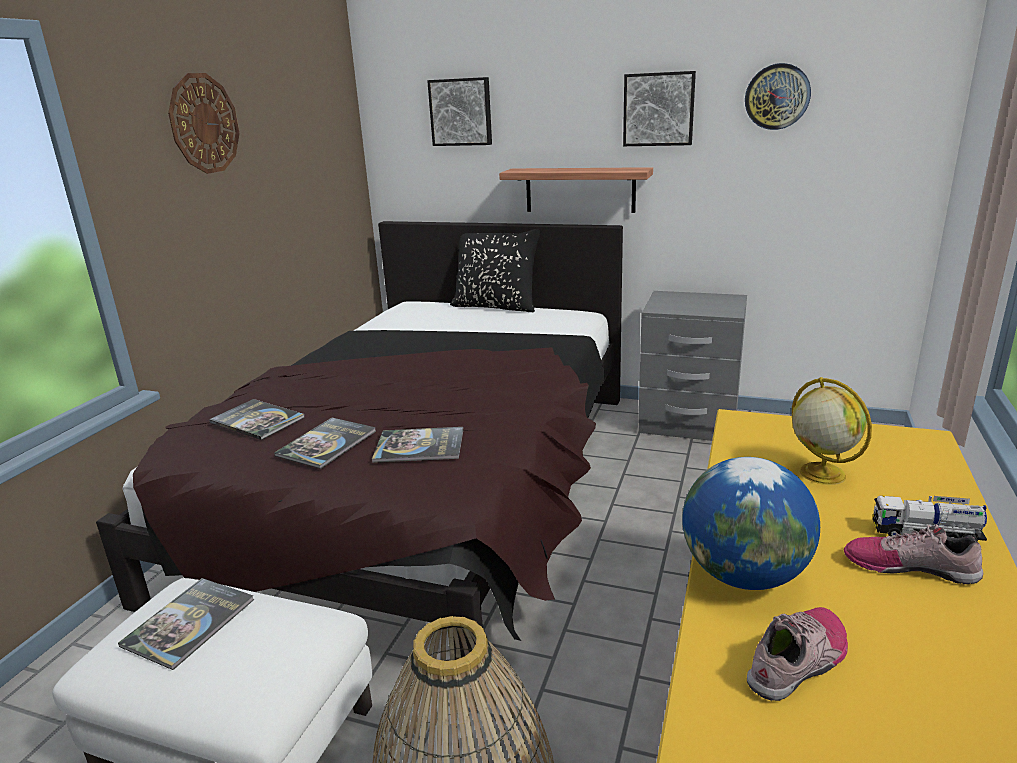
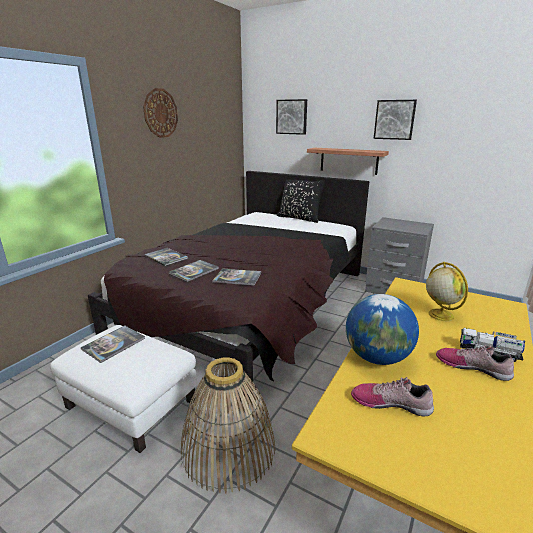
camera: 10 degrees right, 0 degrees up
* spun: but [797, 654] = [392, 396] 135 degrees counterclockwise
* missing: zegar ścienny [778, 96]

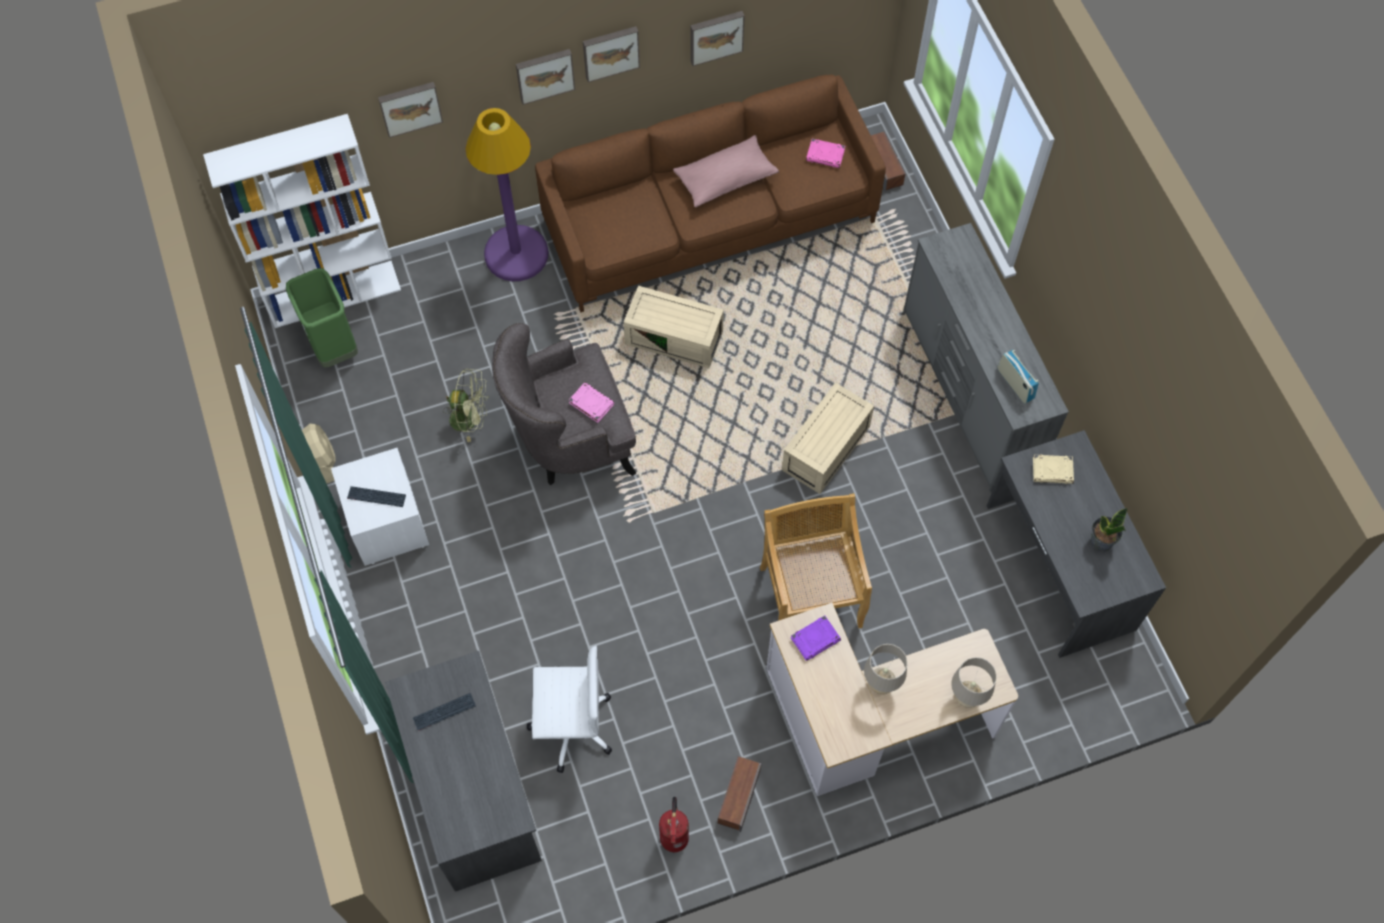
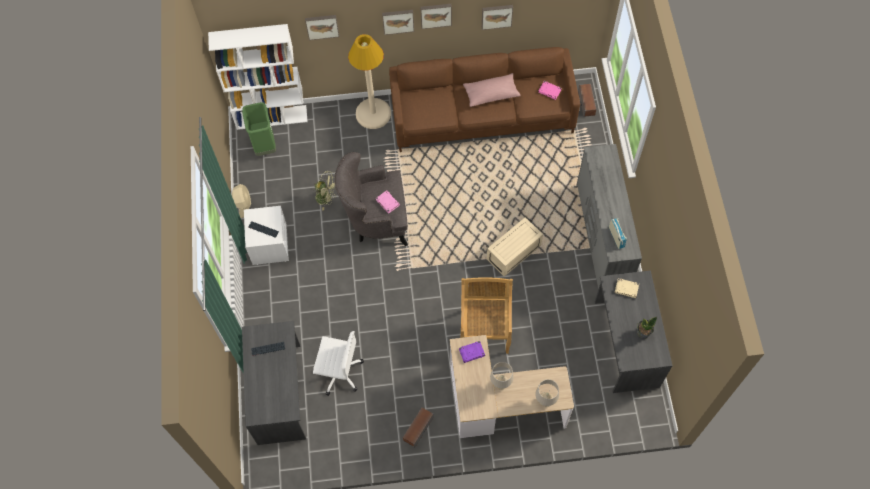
camera: 15 degrees right, 0 degrees up
* colour: lampa stojąca/fioletowy [506, 194] to lampa stojąca/beżowy [369, 81]
* missing: pojemnik do przechowywania/beżowy [674, 326]
* missing: gaśnica [674, 824]

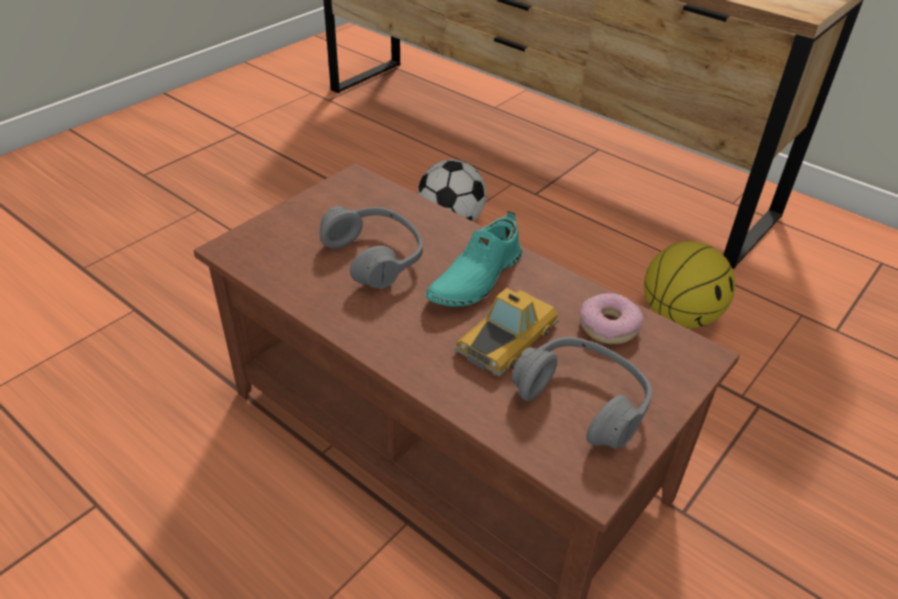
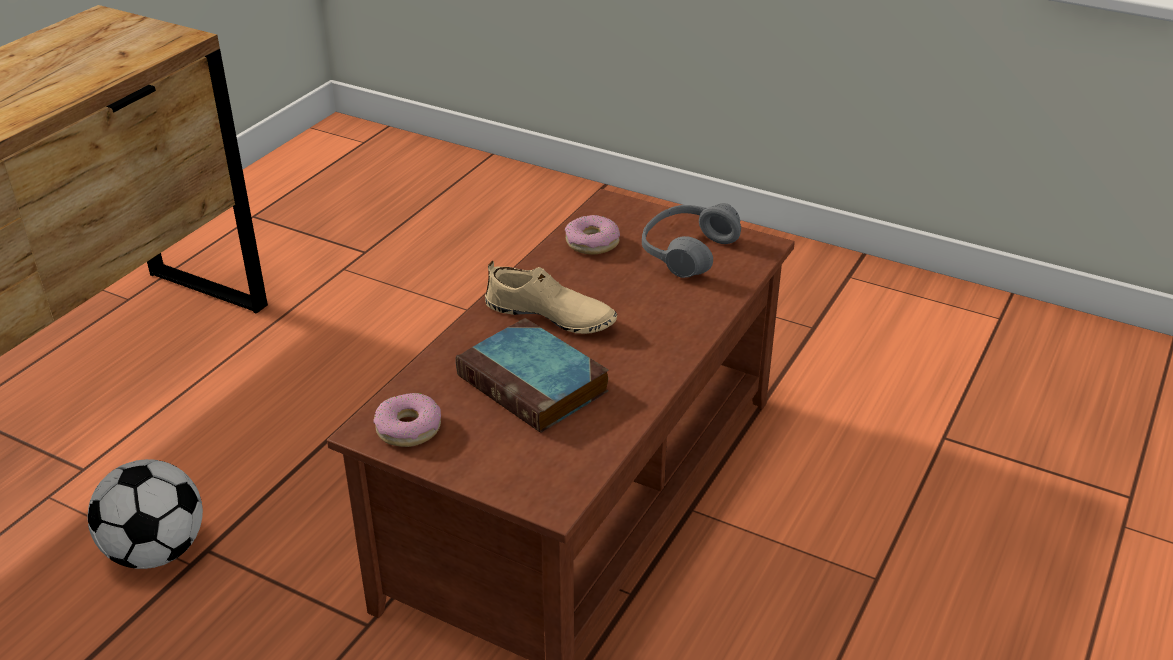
camera: 100 degrees left, 5 degrees down
* appeared: donut [407, 420]
* exchanged: słuchawki/szary [371, 247] to książka [532, 375]
* colour: but/turkusowy [473, 259] to but/beżowy [551, 297]
* missing: samochodzik [506, 332]
* missing: piłka do koszykówki [689, 285]

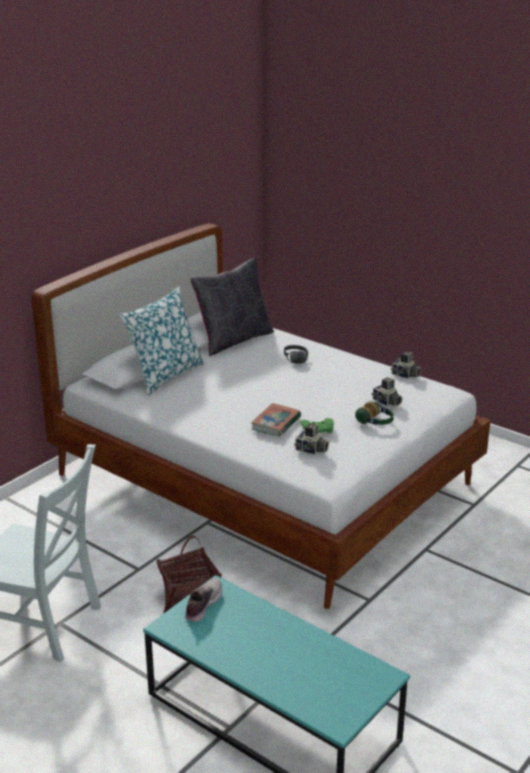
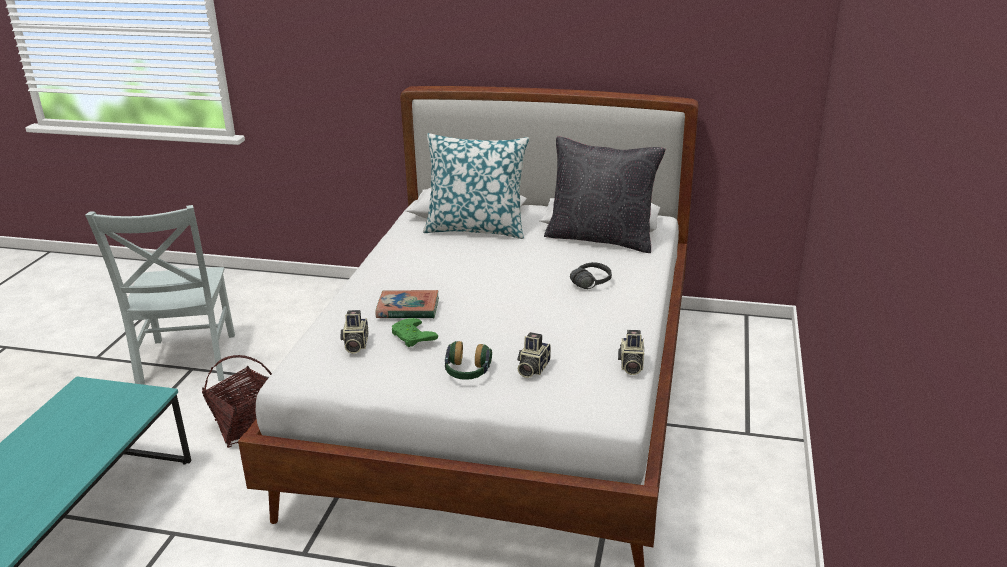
camera: 65 degrees right, 0 degrees up
* missing: but [203, 600]

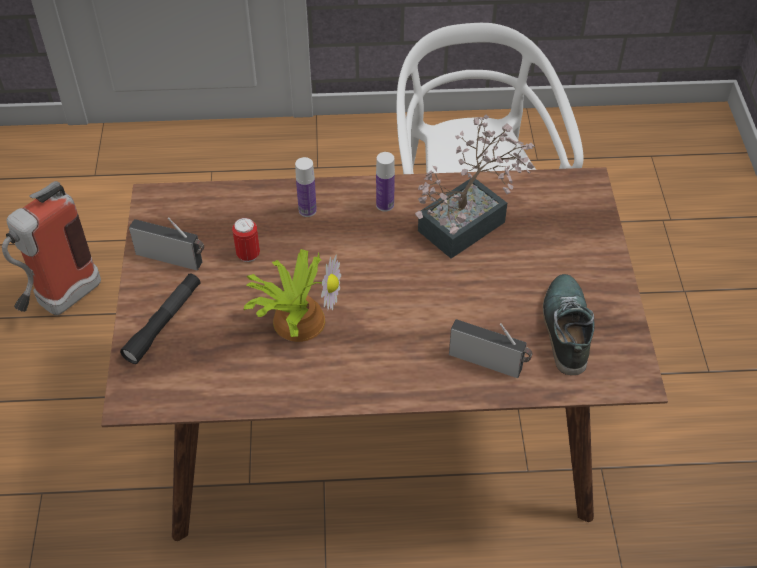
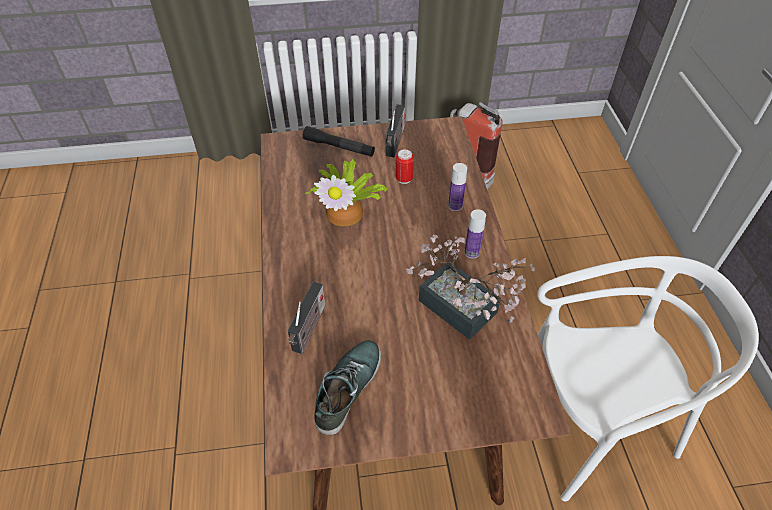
camera: 85 degrees right, 0 degrees up
* spun: but [569, 324] = [347, 387] 60 degrees counterclockwise

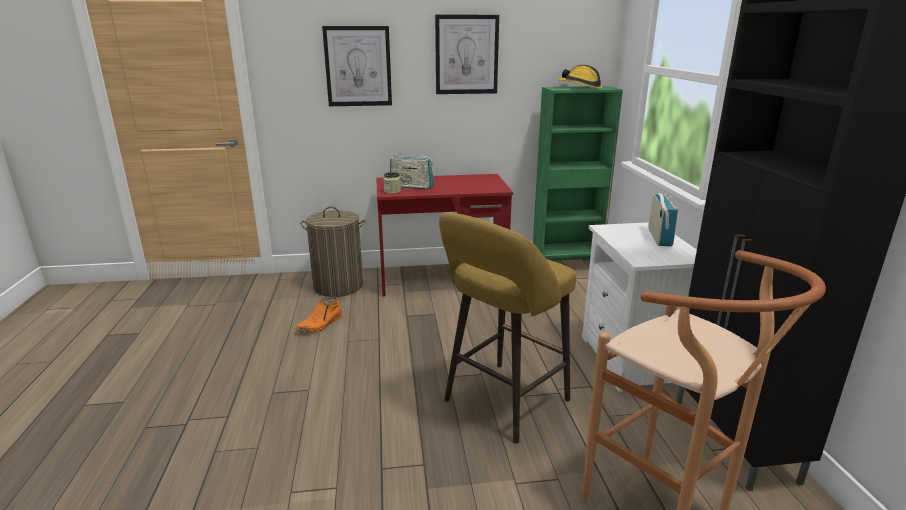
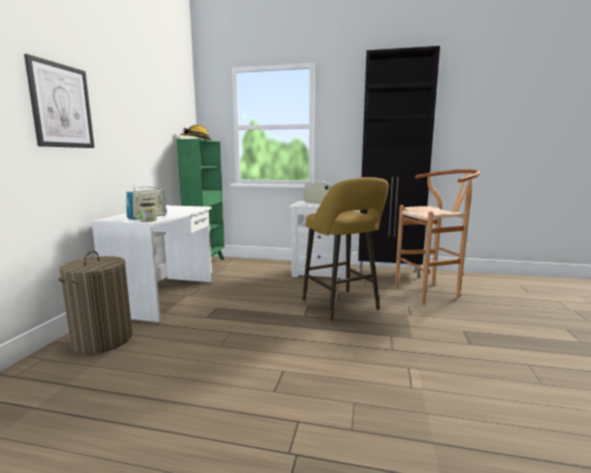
camera: 70 degrees left, 10 degrees down
* colour: biurko/czerwony [445, 235] to biurko/biały [151, 263]
* missing: but z cholewką/pomarańczowy [318, 314]
* missing: obraz [467, 54]

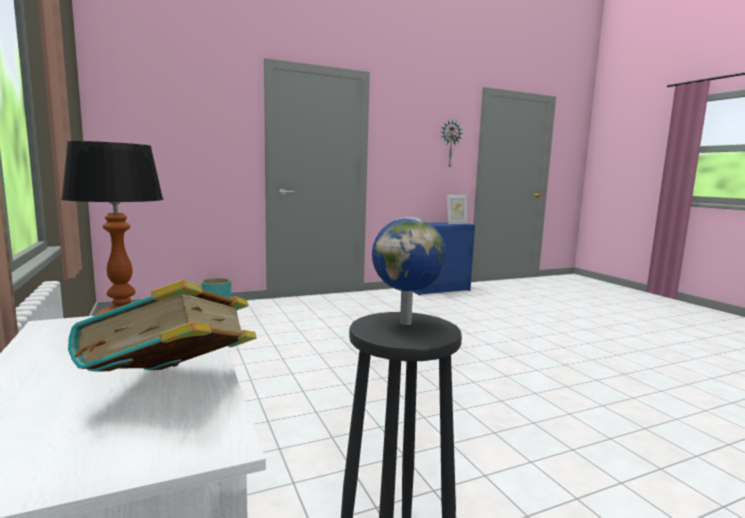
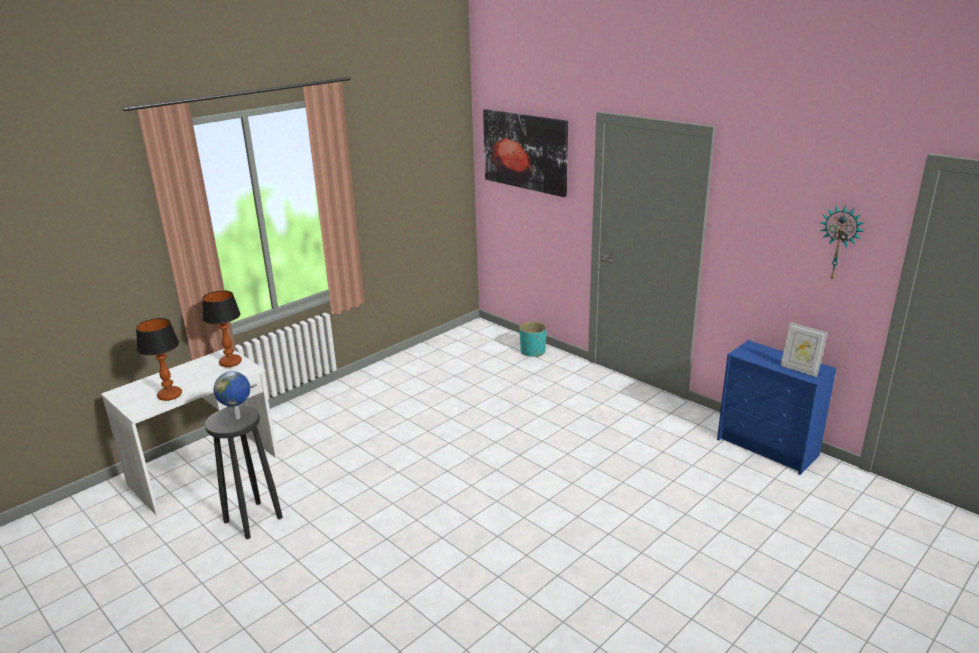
camera: 70 degrees right, 15 degrees up
* exchanged: książka [162, 326] to lampa stołowa [159, 359]
* appeared: obraz [525, 153]

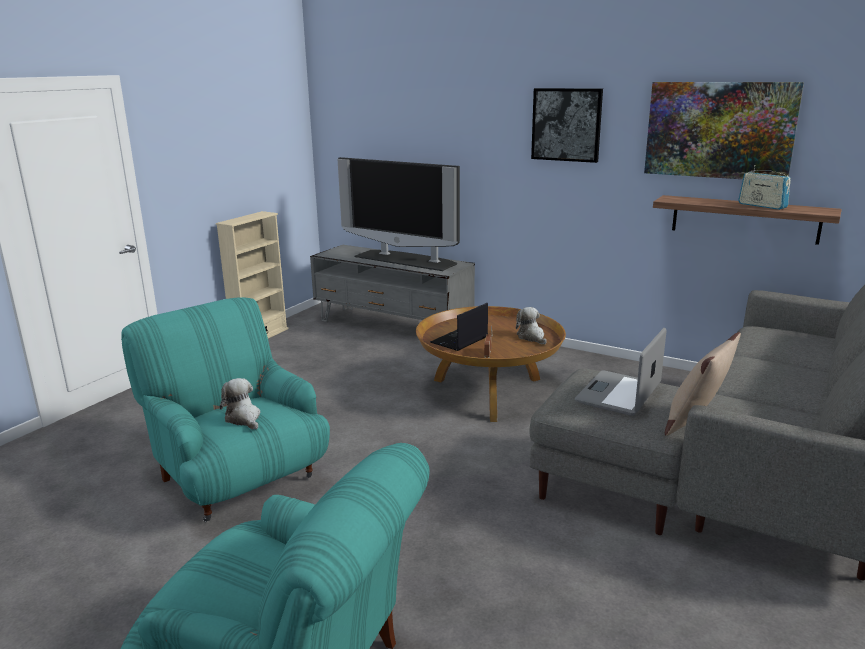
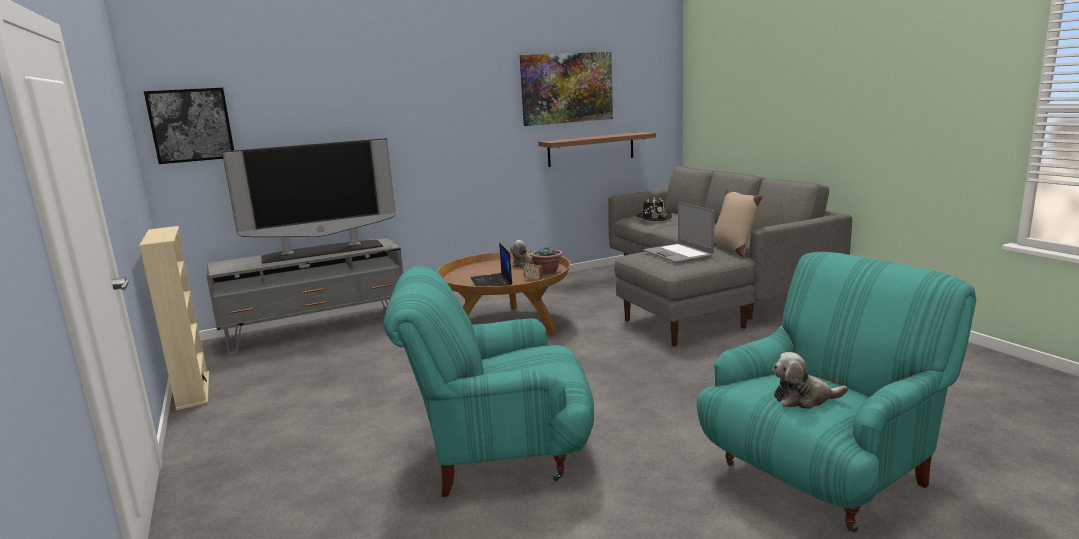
camera: 55 degrees left, 5 degrees down
* relocated: obraz [567, 125] to [189, 126]
* appeared: roślina doniczkowa [546, 260]
* appeared: kapelusz/czarny [654, 209]
* relocated: pluszak [239, 404] to [810, 380]
* missing: radio [764, 187]

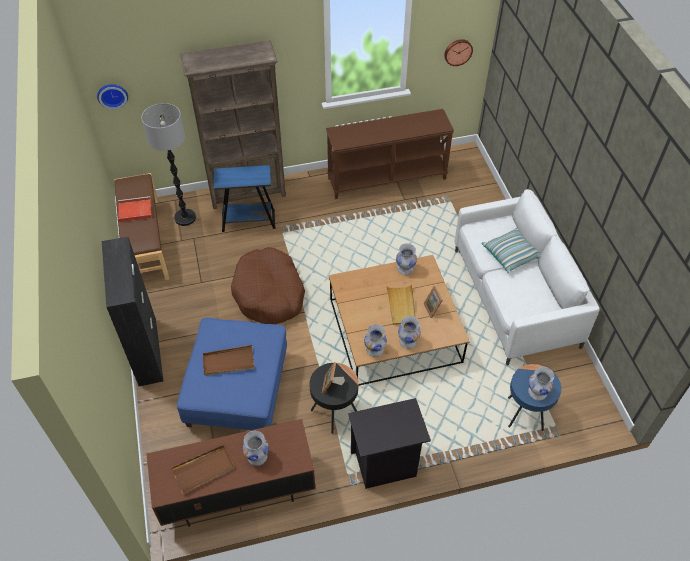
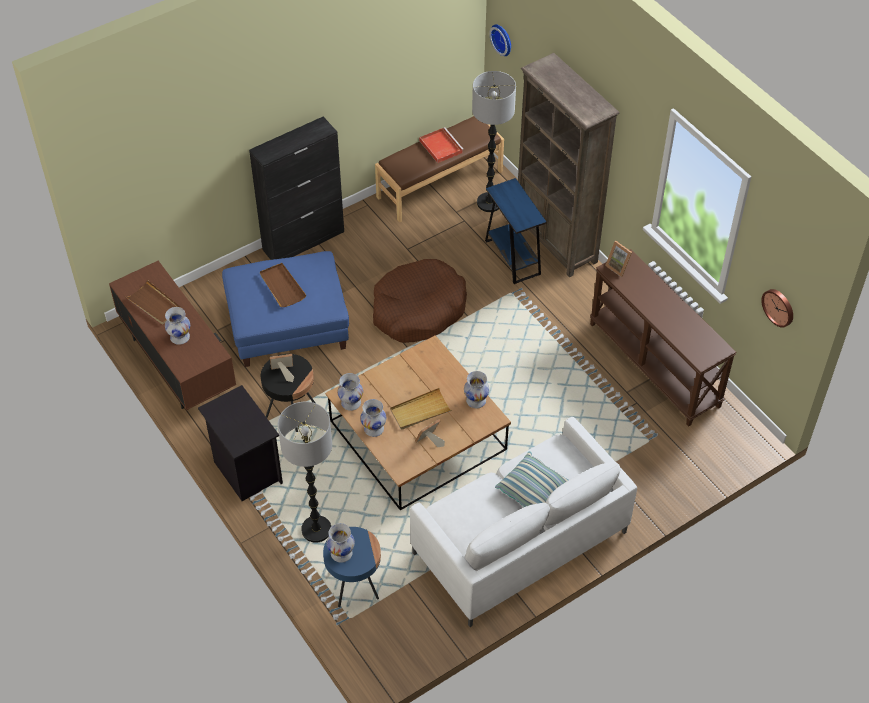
camera: 70 degrees right, 0 degrees up
* appeared: lampa stojąca [305, 472]
* appeared: ramka na zdjęcie [618, 259]

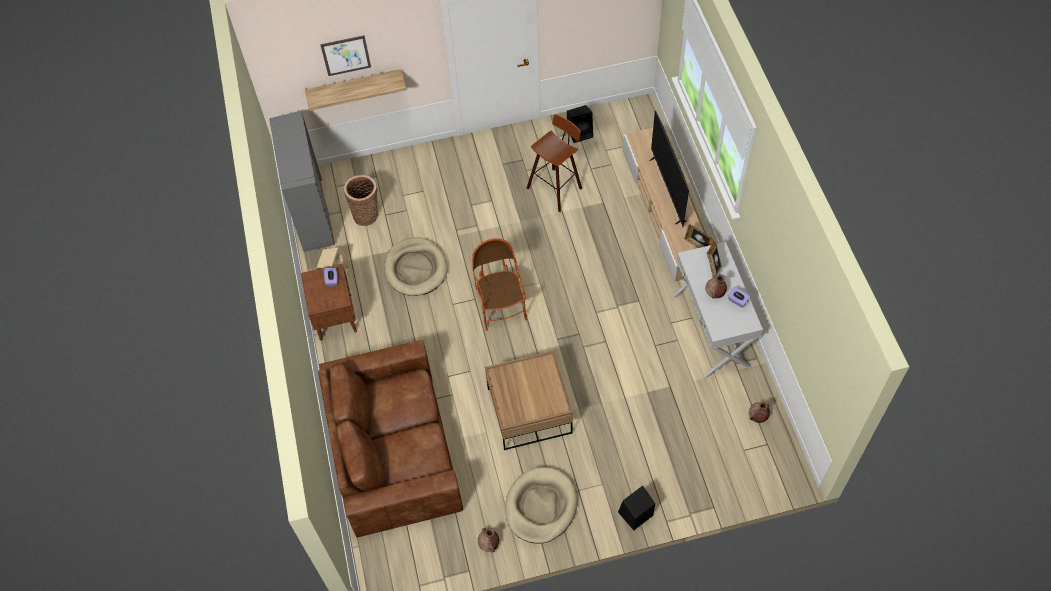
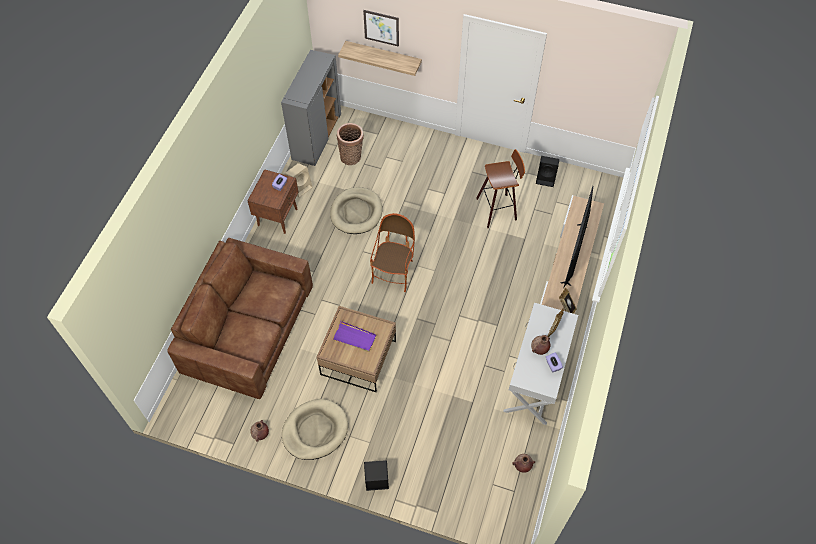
camera: 30 degrees right, 0 degrees up
* appeared: taca/fioletowy [355, 336]

